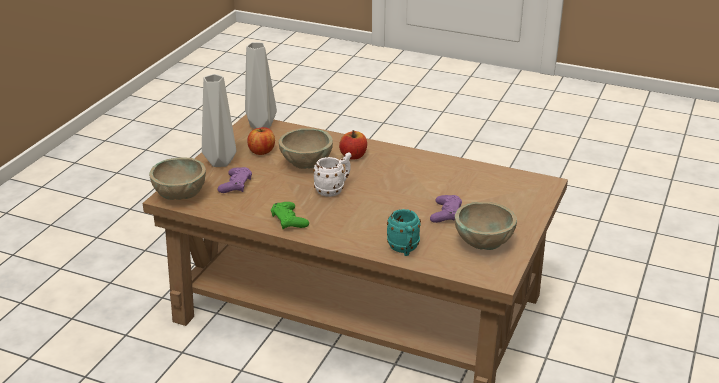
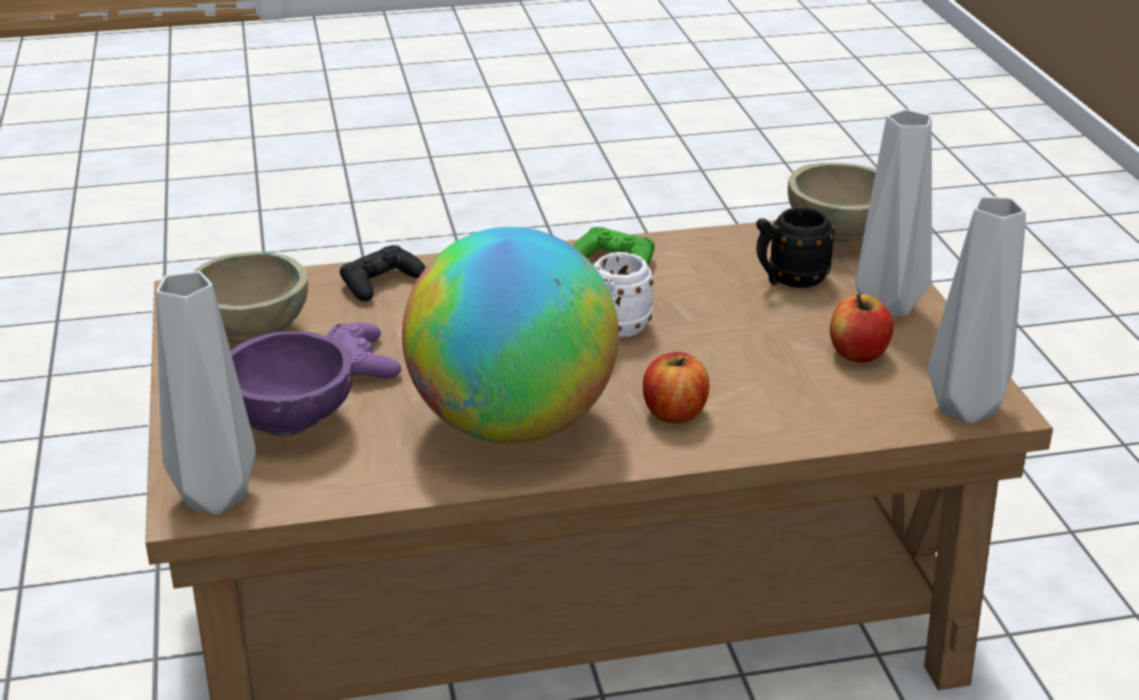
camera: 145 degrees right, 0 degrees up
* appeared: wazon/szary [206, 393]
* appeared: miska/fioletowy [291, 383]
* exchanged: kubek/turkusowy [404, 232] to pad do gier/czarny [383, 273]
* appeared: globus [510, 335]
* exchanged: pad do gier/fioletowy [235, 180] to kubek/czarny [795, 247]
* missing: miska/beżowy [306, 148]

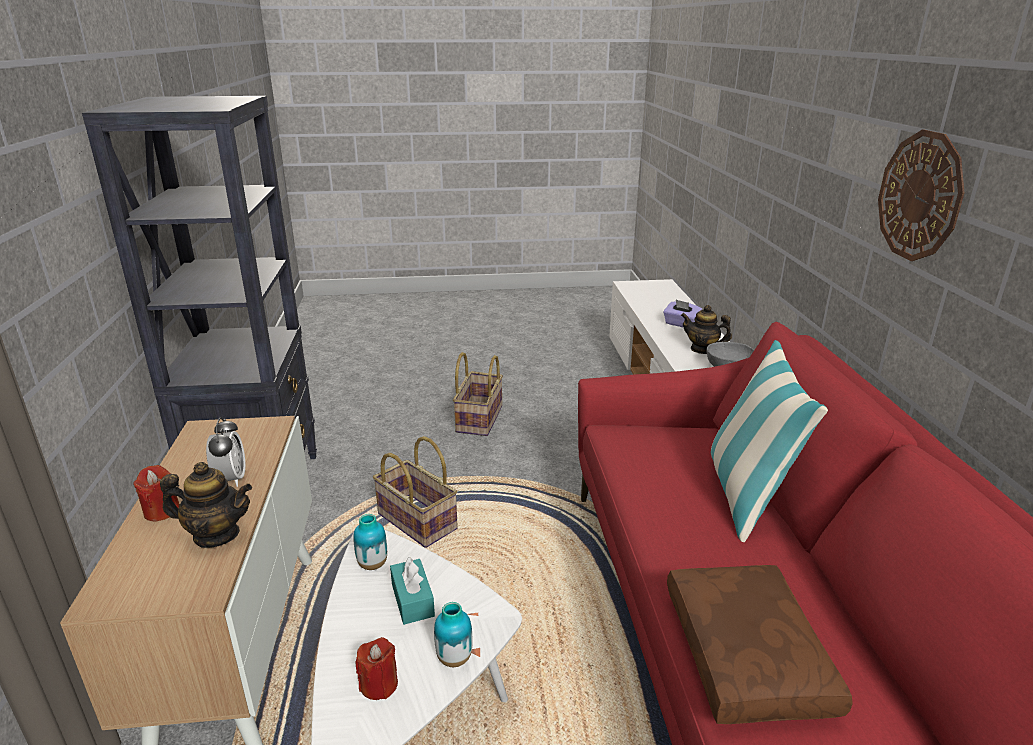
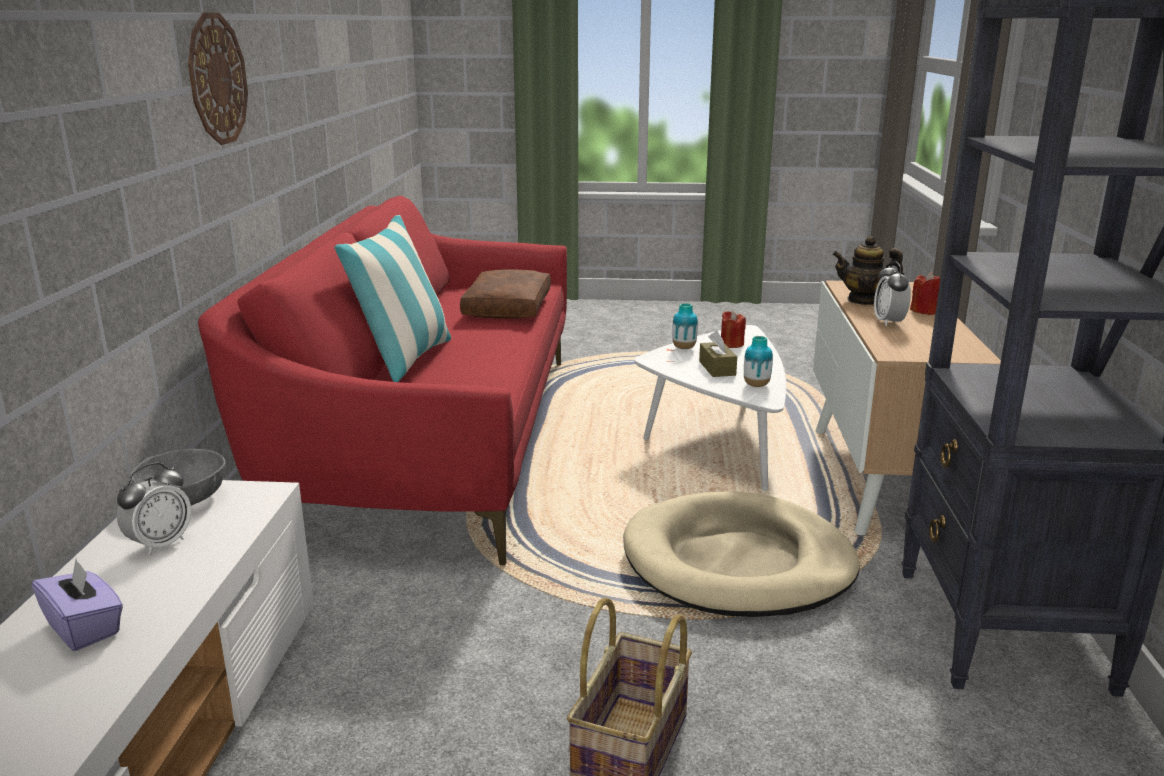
camera: 170 degrees left, 5 degrees down
* exchanged: imbryk [706, 329] to budzik [154, 509]
* exchanged: koszyk [415, 492] to legowisko/beżowy [741, 554]
* colour: pudełko chusteczek/turkusowy [412, 591] to pudełko chusteczek/brązowy [718, 354]

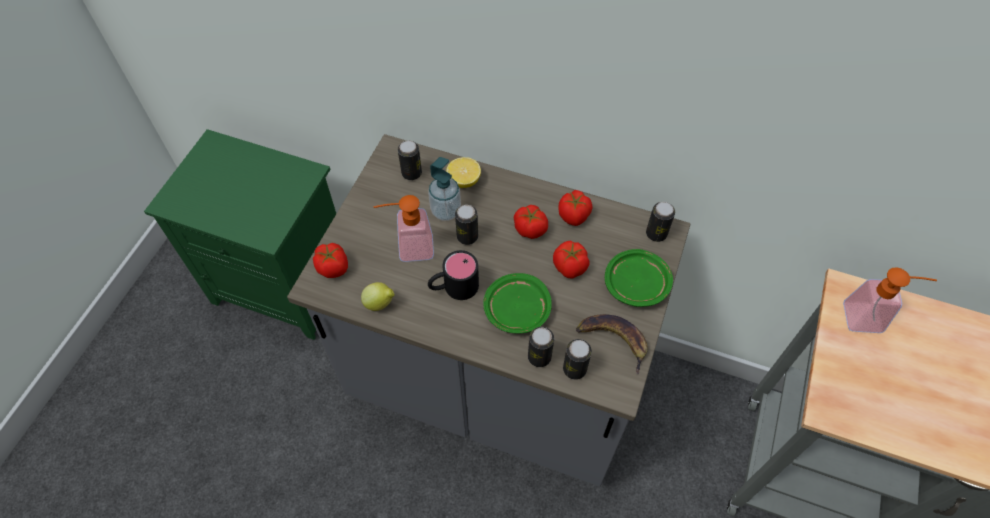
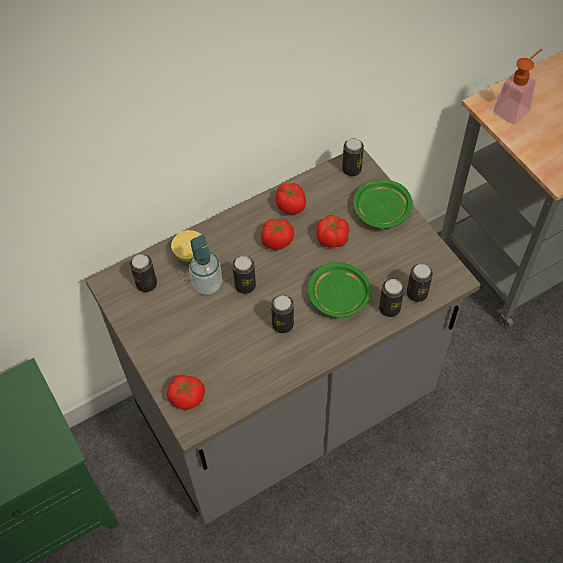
camera: 50 degrees left, 0 degrees up
* exchanged: kubek/czarny [453, 275] to puszka [282, 314]
* missing: cytryna [378, 296]
* missing: dozownik mydła [404, 228]
* missing: banan [612, 344]

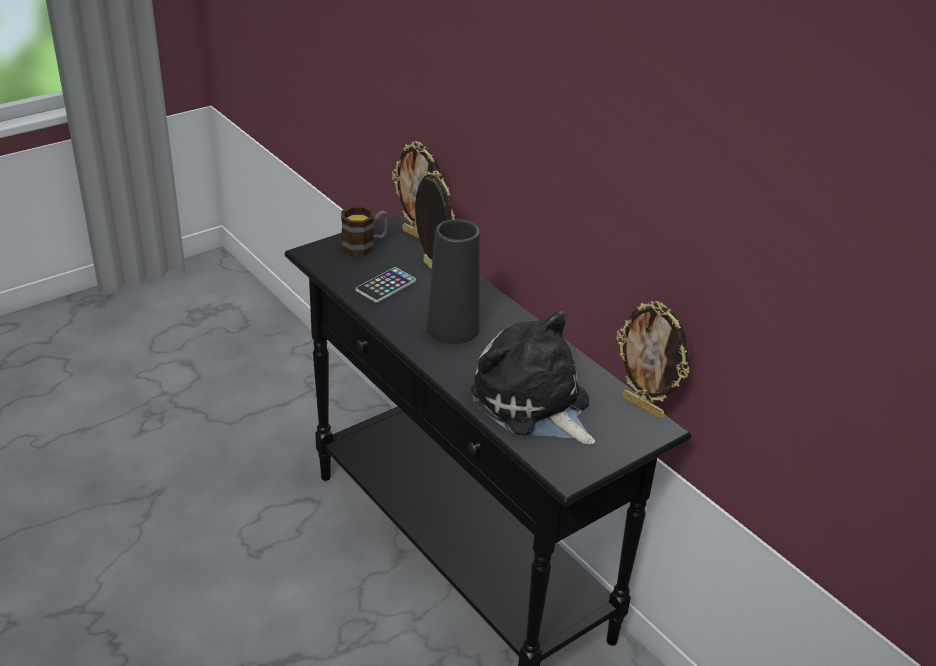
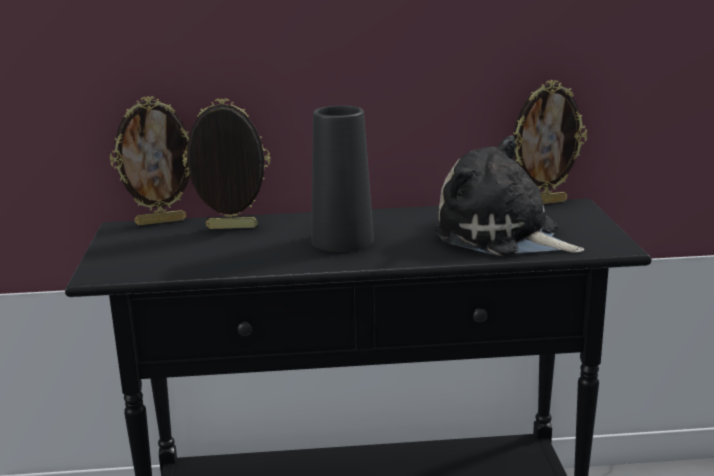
camera: 55 degrees left, 15 degrees down
* spun: pluszak [533, 377] = [509, 196] 45 degrees clockwise
* missing: kubek [365, 231]
* missing: telefon [386, 285]

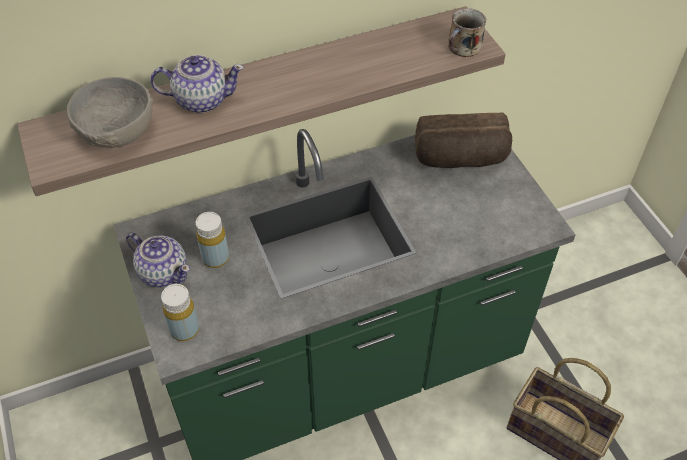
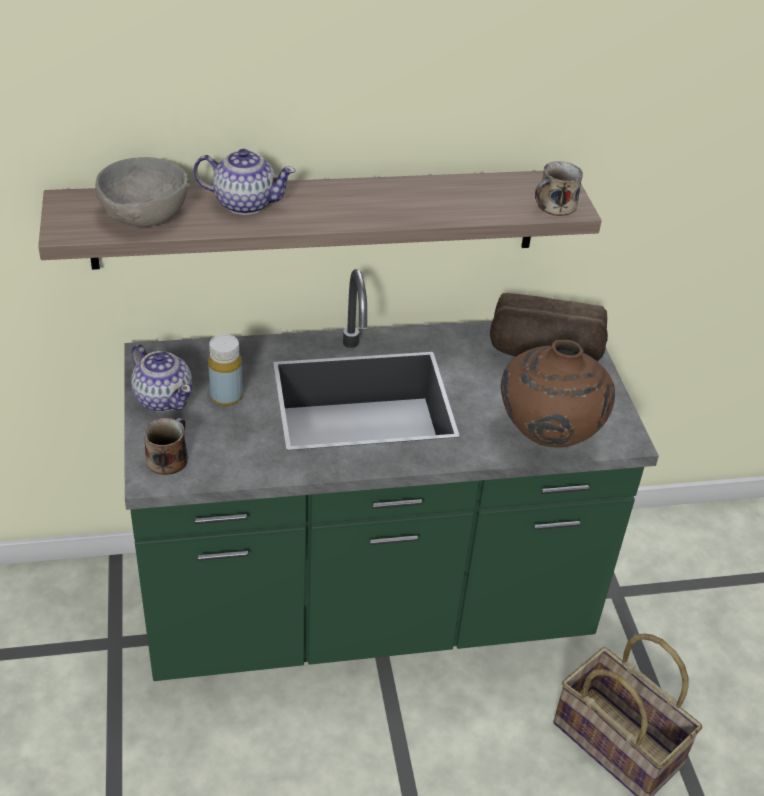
camera: 10 degrees right, 10 degrees down
* exchanged: butelka/żółty [180, 312] to kubek [165, 446]
* appeared: wazon/brązowy [558, 394]

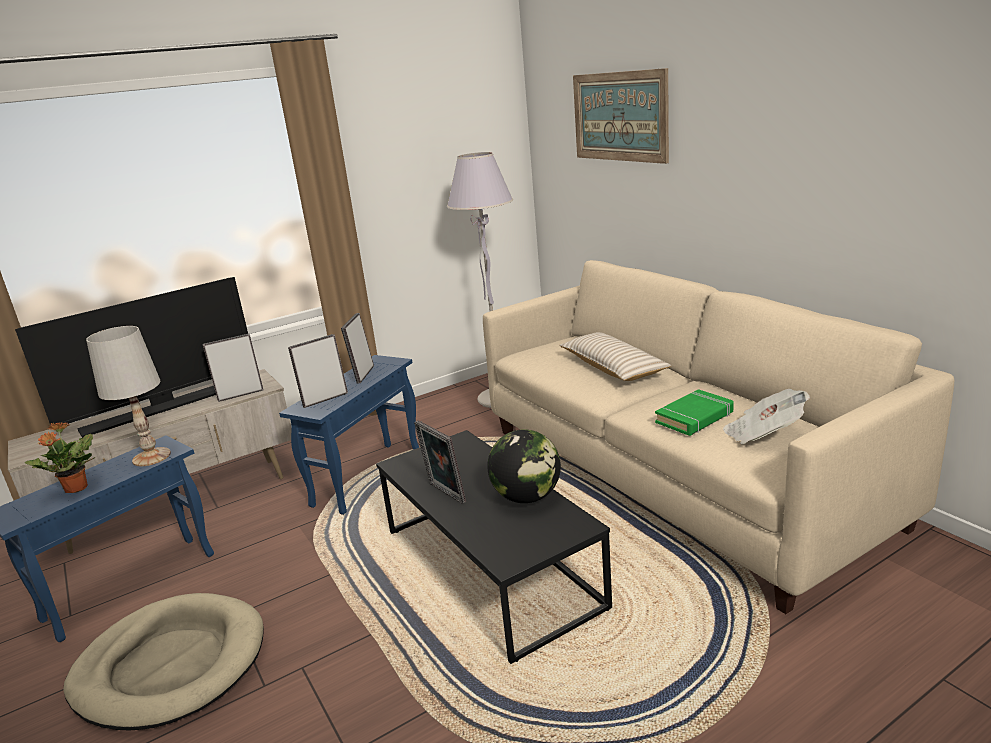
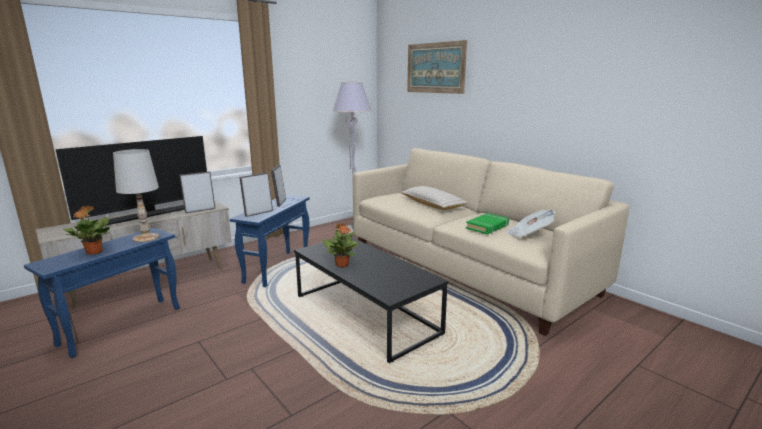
camera: 10 degrees left, 5 degrees down
* exchanged: ramka na zdjęcie [440, 462] to roślina doniczkowa [340, 245]
* missing: legowisko/beżowy [163, 661]
* missing: globus [524, 466]

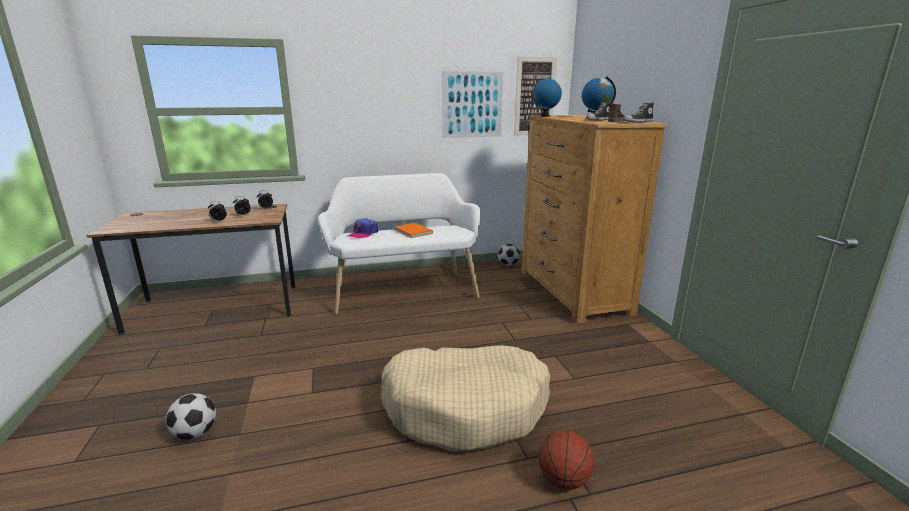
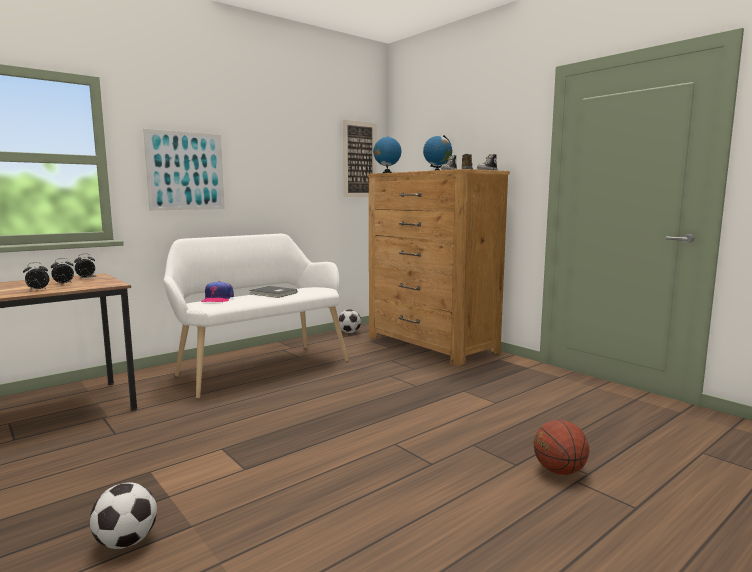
camera: 25 degrees left, 10 degrees down
* relocated: obraz [472, 104] to [184, 169]
* colour: książka/pomarańczowy [413, 230] to książka/szary [273, 292]
* missing: legowisko/beżowy [465, 398]

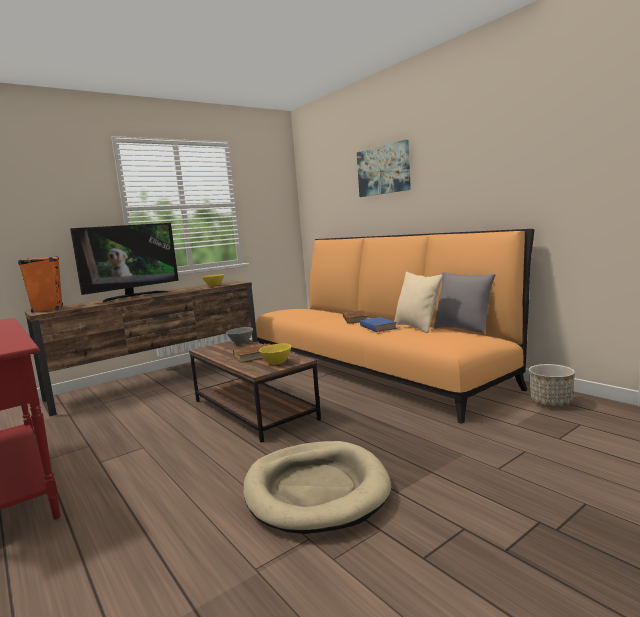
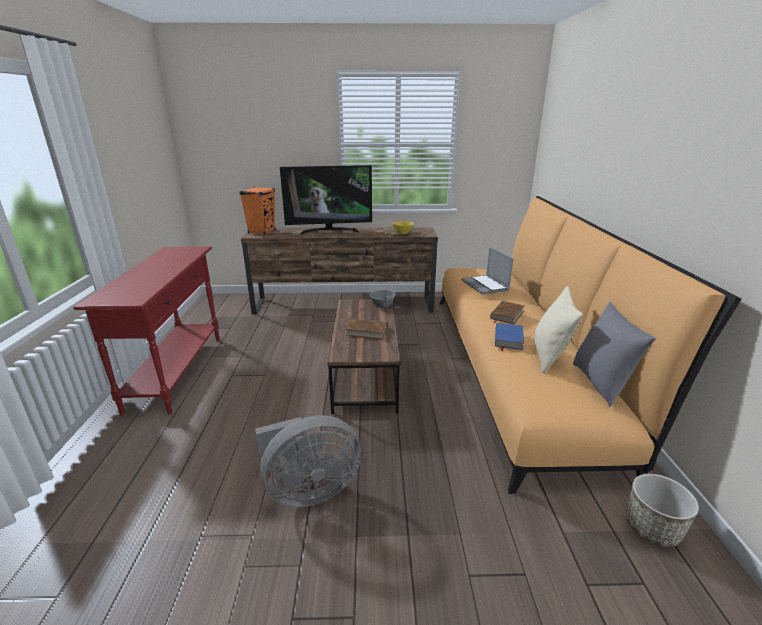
camera: 35 degrees right, 15 degrees up
* exchanged: legowisko/beżowy [317, 487] to wentylator/szary [308, 461]
* appeared: laptop [487, 270]
* missing: miska/żółty [275, 354]
* missing: obraz [384, 168]

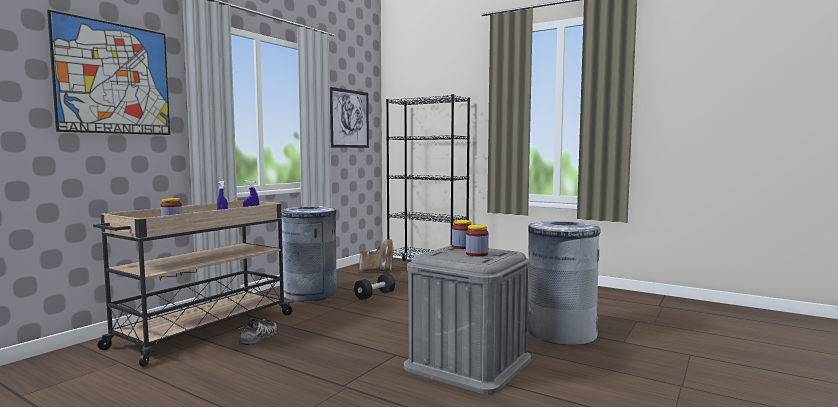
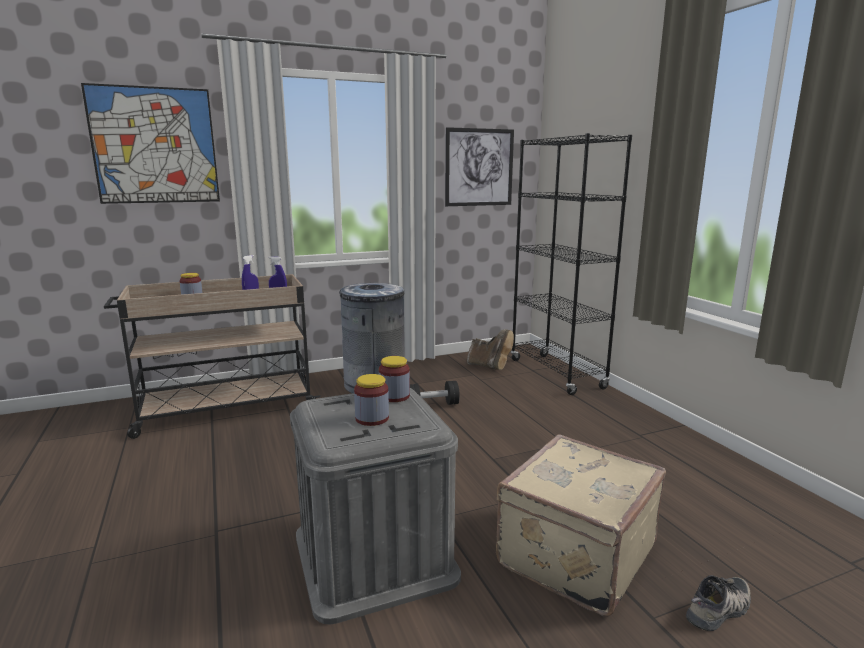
camera: 35 degrees right, 10 degrees up
* exchanged: kosz na śmieci/szary [564, 283] to walizka/beżowy [581, 525]
* relocated: but [257, 332] to [718, 603]

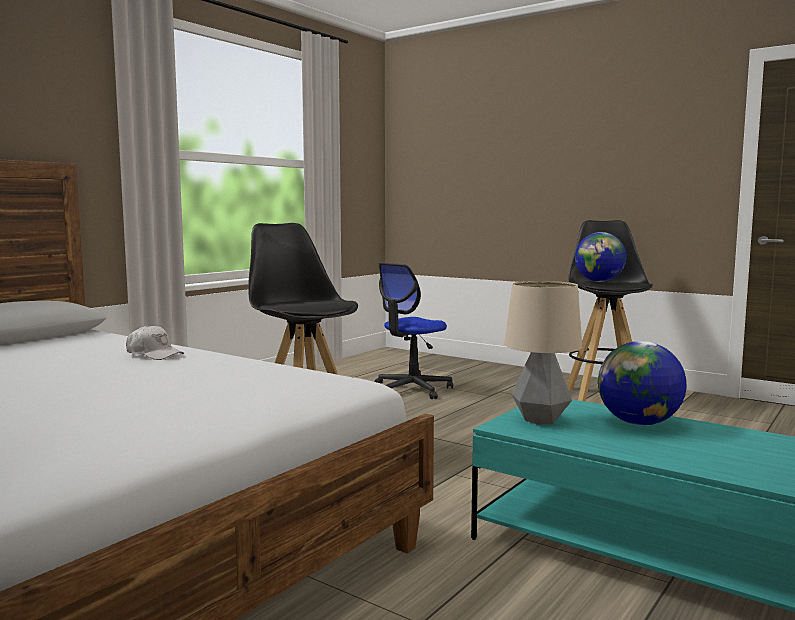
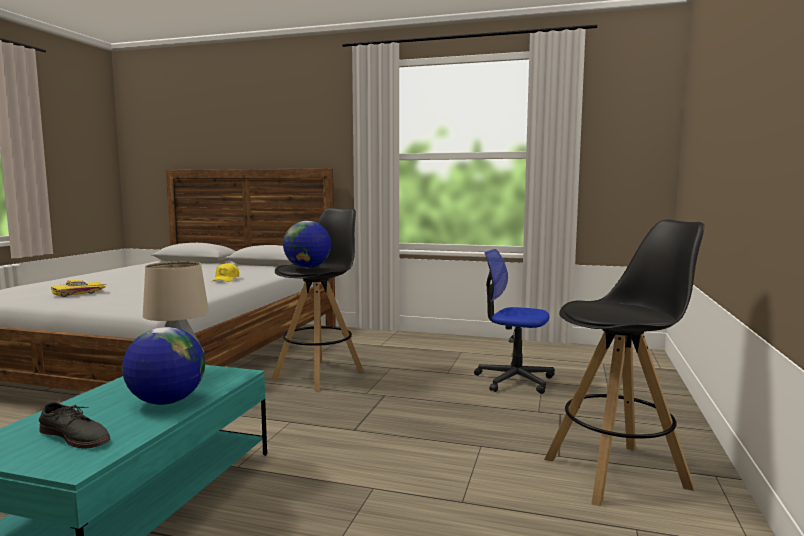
camera: 70 degrees right, 0 degrees up
* appeared: but/szary [74, 425]
* appeared: samochodzik/żółty [79, 288]
* colour: czapka z daszkiem/biały [155, 342] to czapka z daszkiem/żółty [225, 272]
* relocated: globus [601, 257] to [307, 244]

